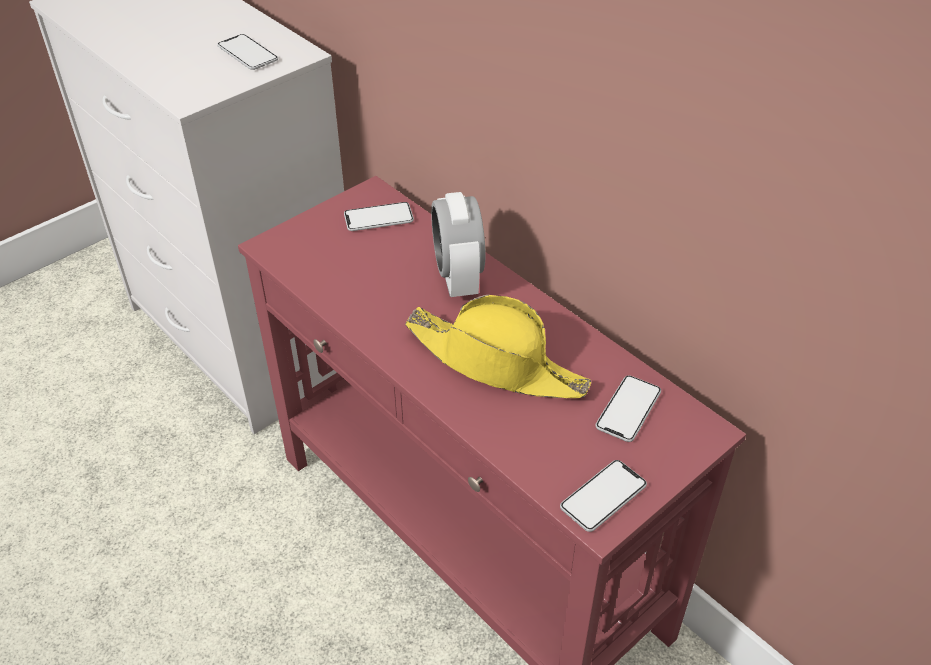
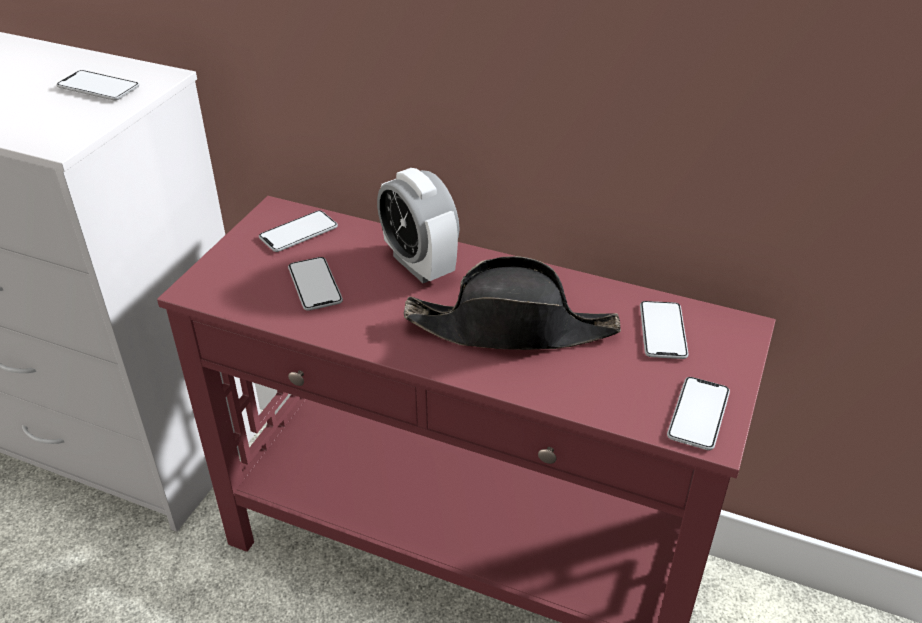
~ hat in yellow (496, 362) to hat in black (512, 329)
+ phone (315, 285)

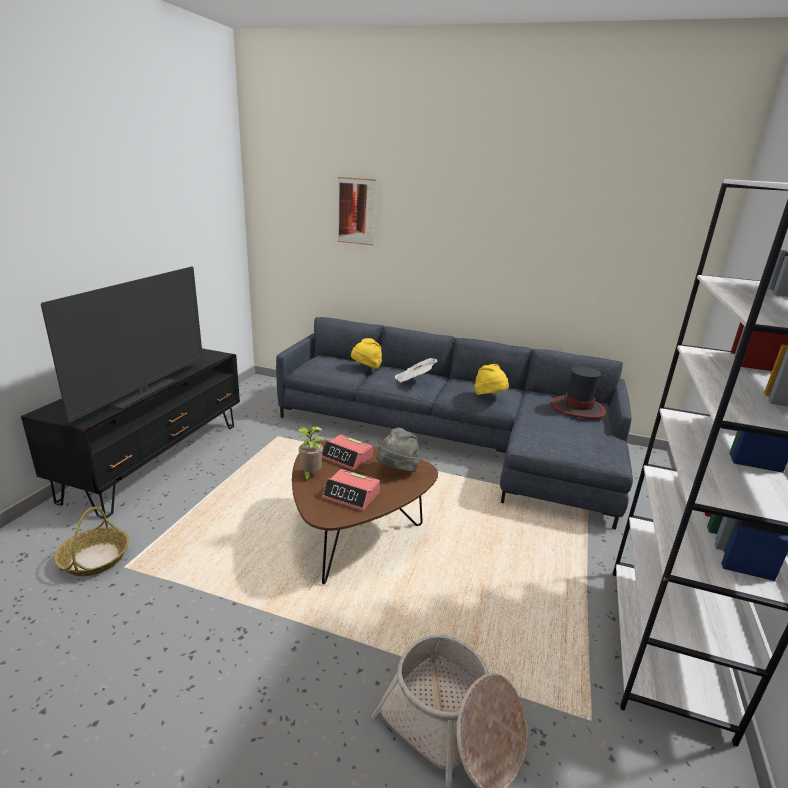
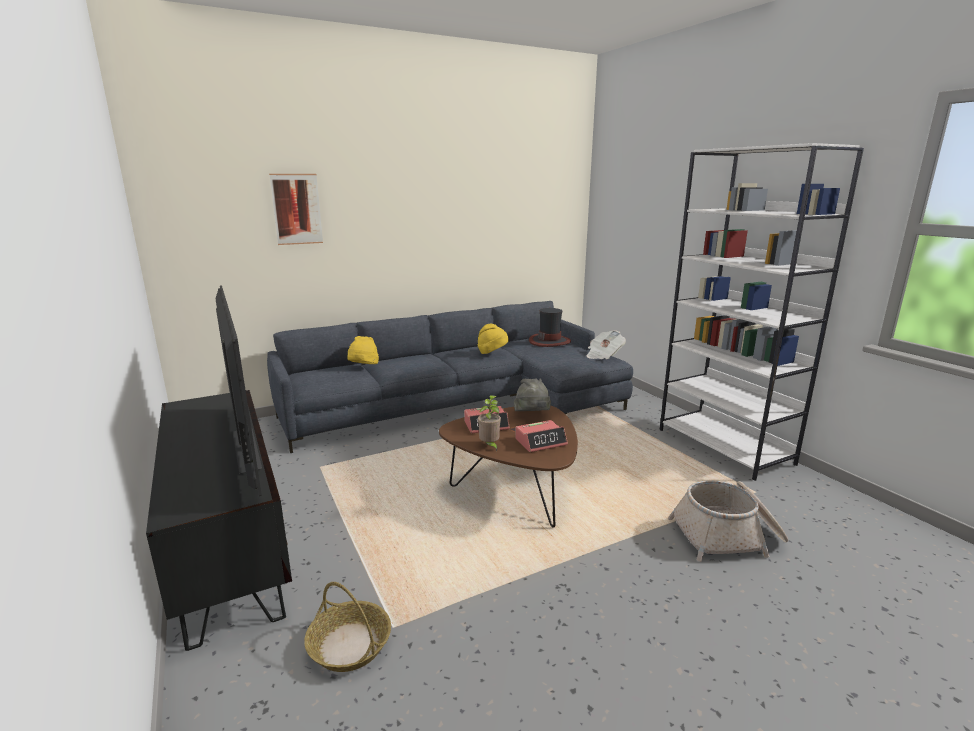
~ newspaper (414, 380) to (603, 355)

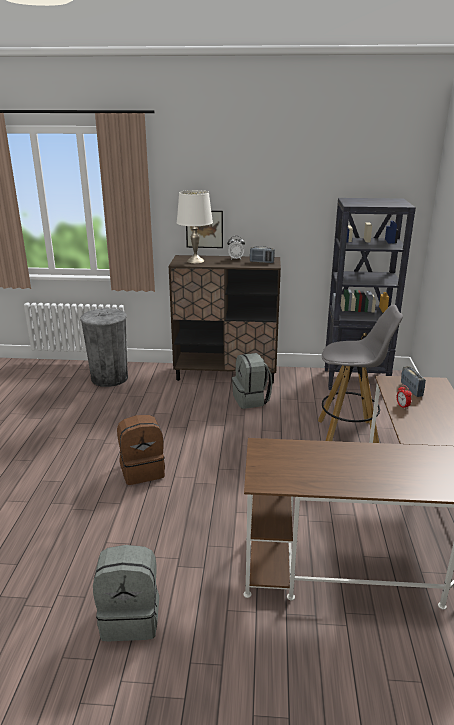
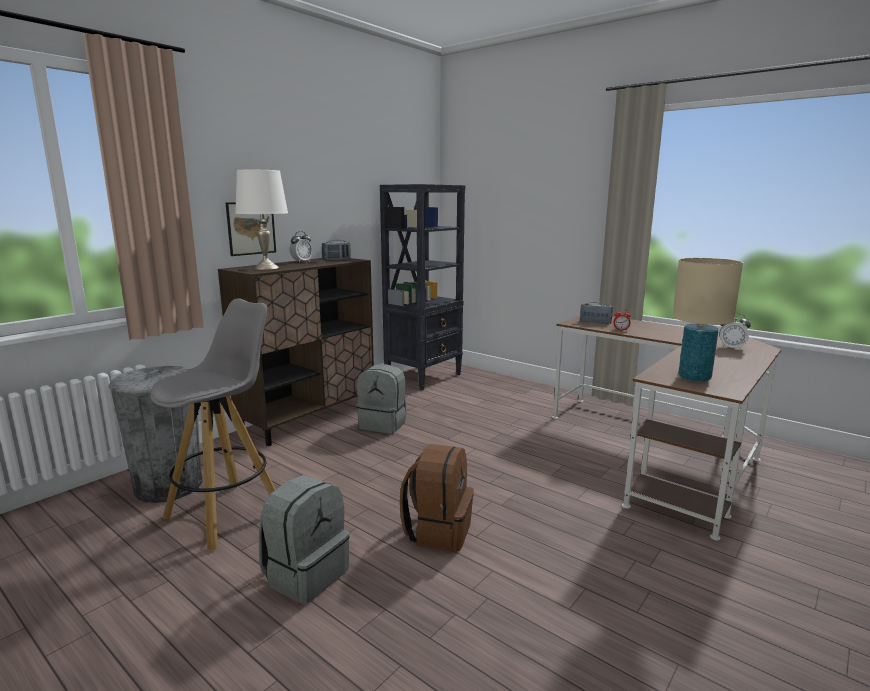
~ stool in grey (349, 435) to (227, 513)
~ backpack in grey (131, 617) to (306, 574)
+ table lamp in beige (694, 378)
+ alarm clock (731, 348)

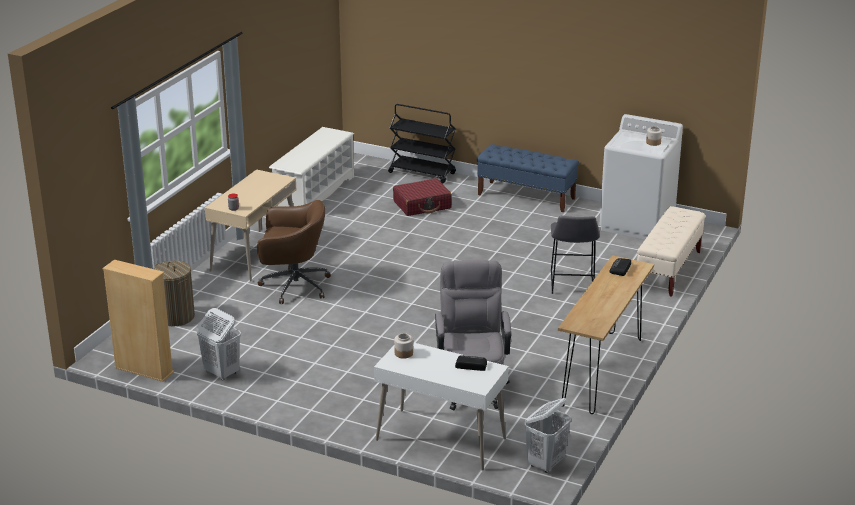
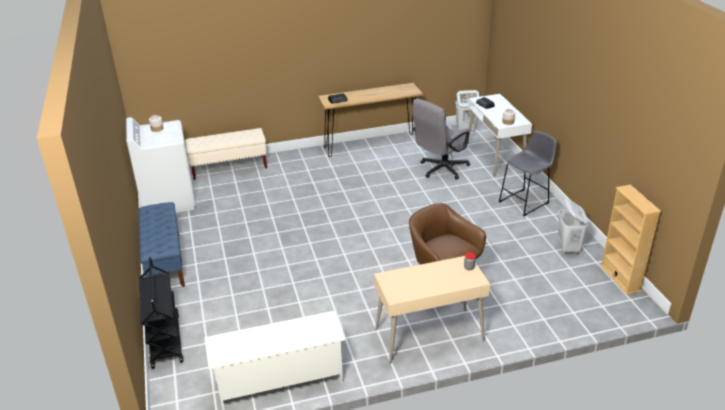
- suitcase in red (422, 205)
~ stool in grey (571, 284) to (525, 202)
- laundry basket (175, 317)

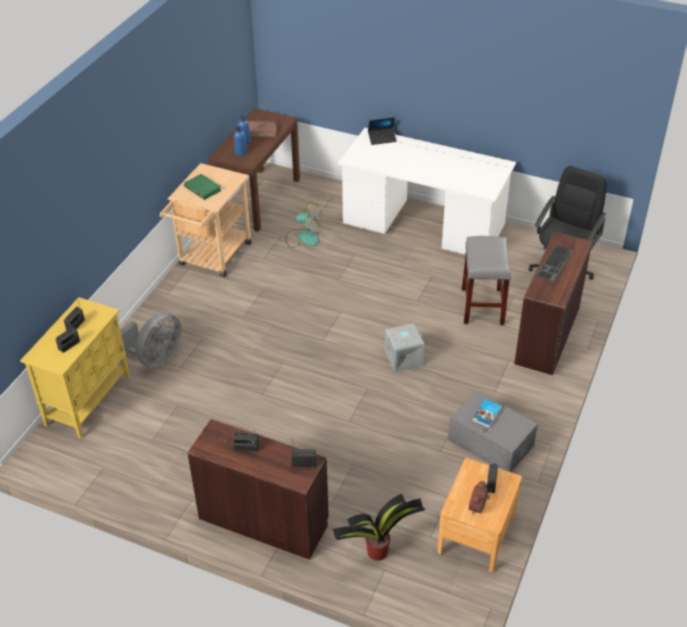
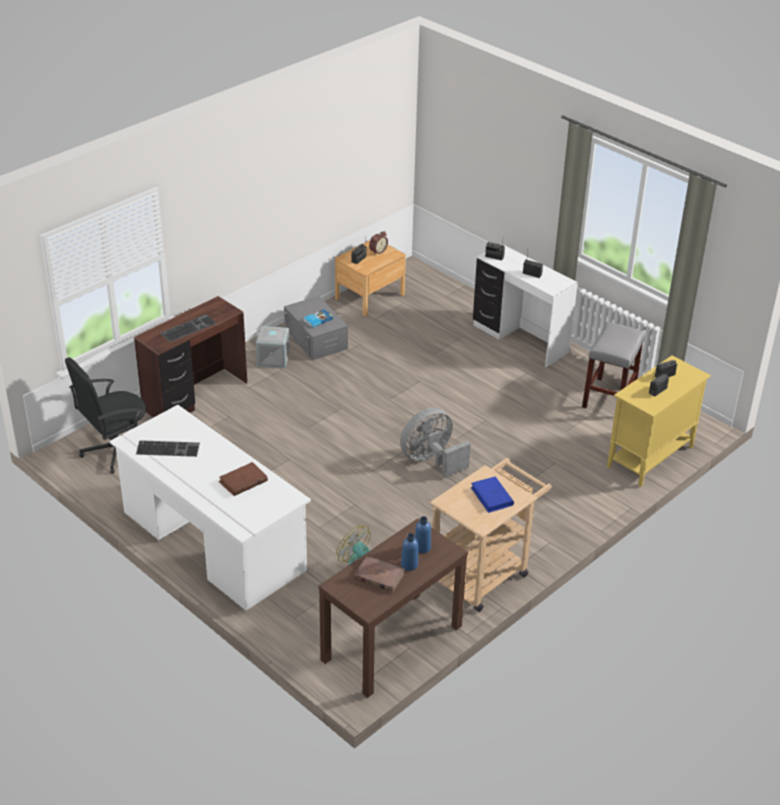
- laptop (382, 139)
~ book in green (202, 188) to book in blue (492, 496)
~ stool in grey (482, 306) to (609, 398)
~ fan in grey (155, 358) to (431, 460)
~ storage box in grey (403, 357) to (273, 359)
~ desk in brown (263, 520) to desk in white (519, 339)
- potted plant (378, 551)
+ keyboard (168, 448)
+ book in brown (243, 481)

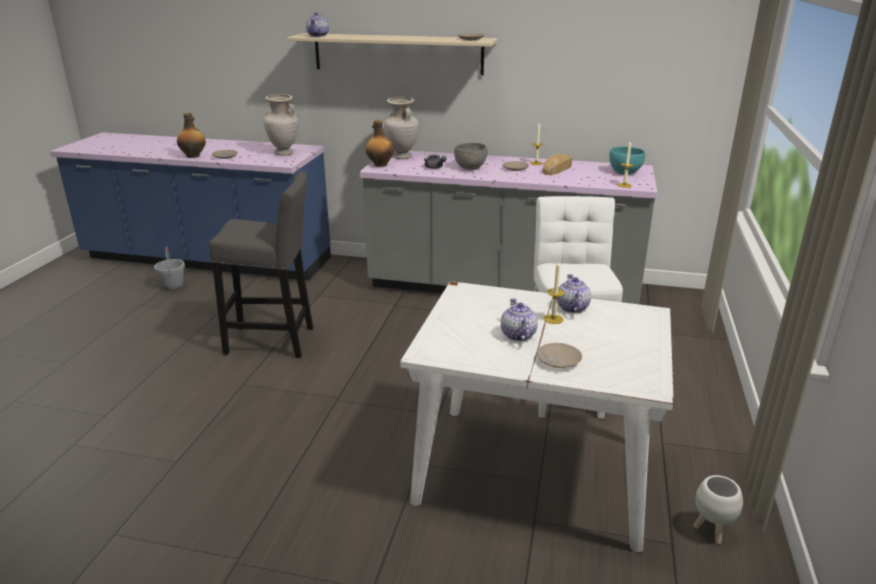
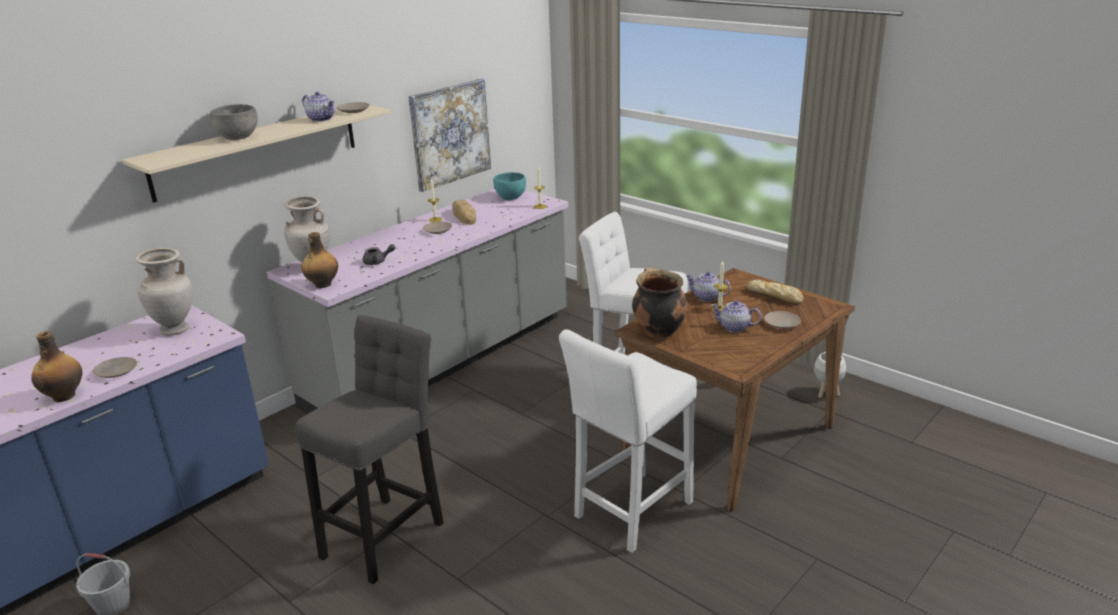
~ teapot (318, 35) to (322, 119)
~ bowl in grey (470, 168) to (237, 138)
~ dining table in white (531, 472) to dining table in brown (728, 440)
+ picture (450, 134)
+ cooking pot (658, 331)
+ bread (775, 296)
+ stool in white (630, 513)

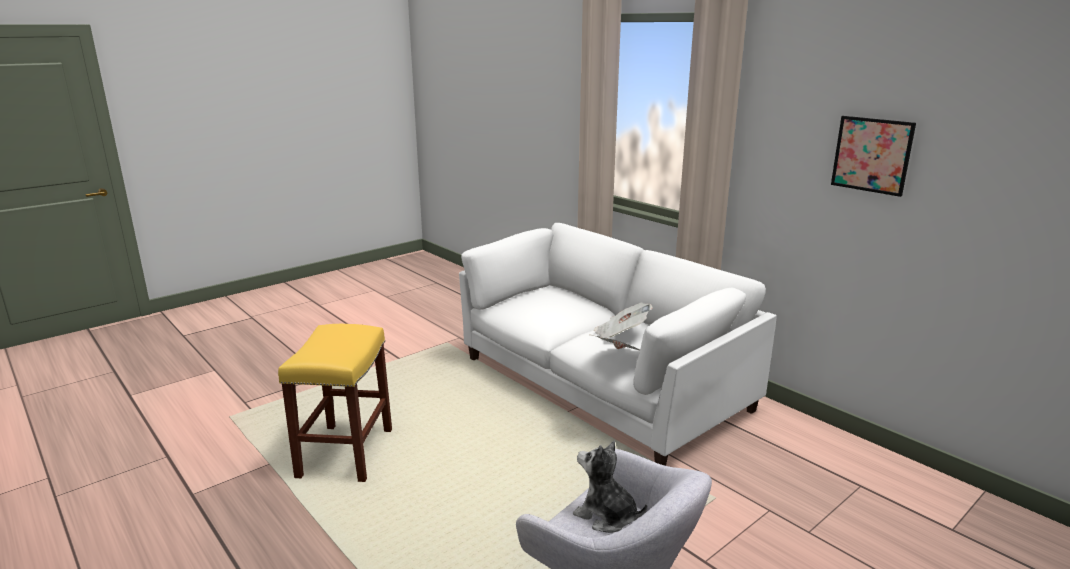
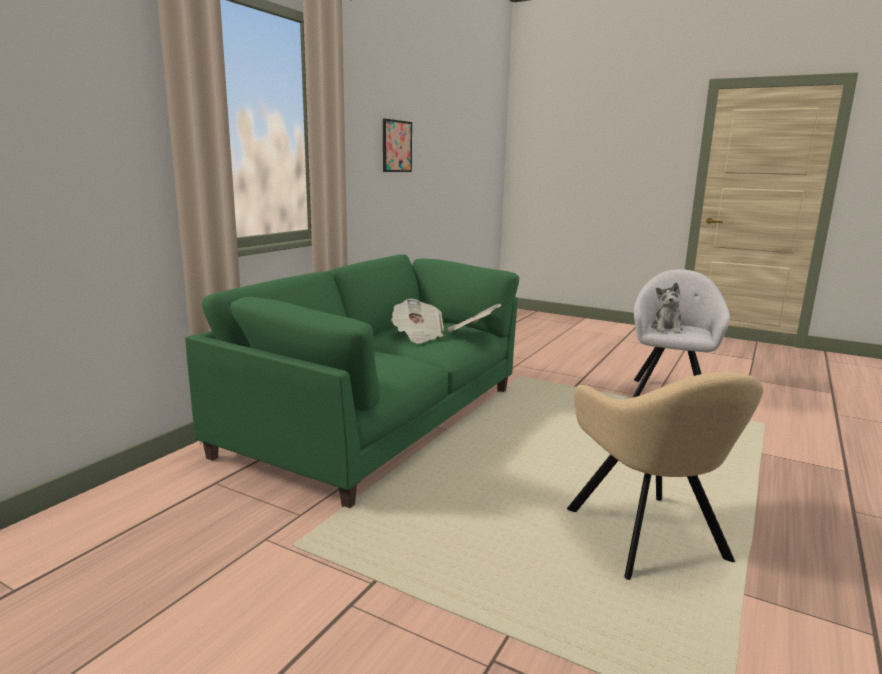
~ sofa in white (601, 384) to sofa in green (379, 420)
~ stool in yellow (345, 452) to armchair in beige (649, 538)

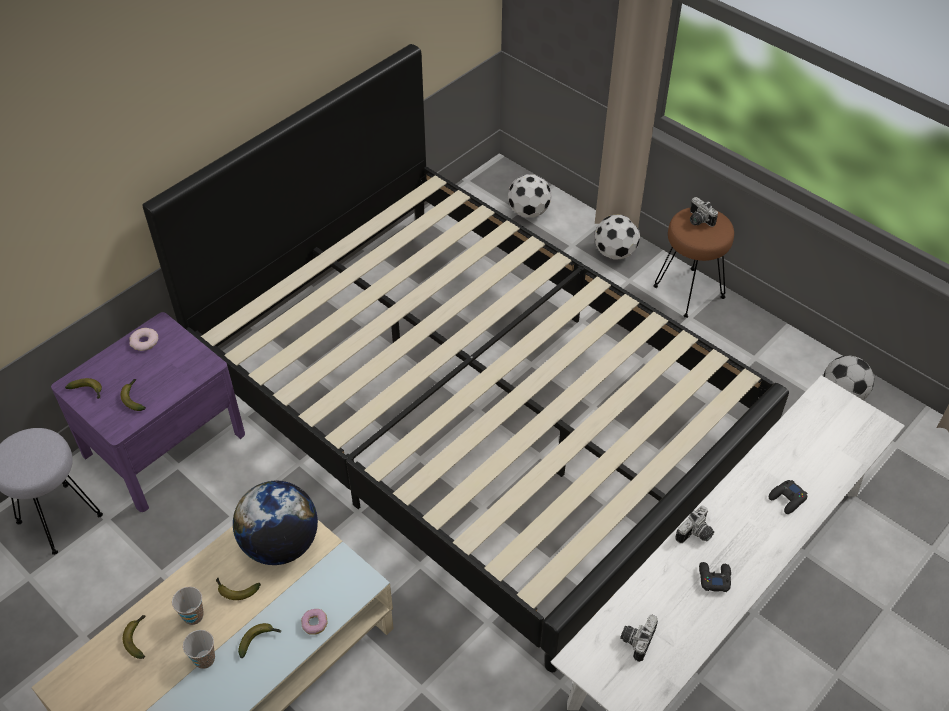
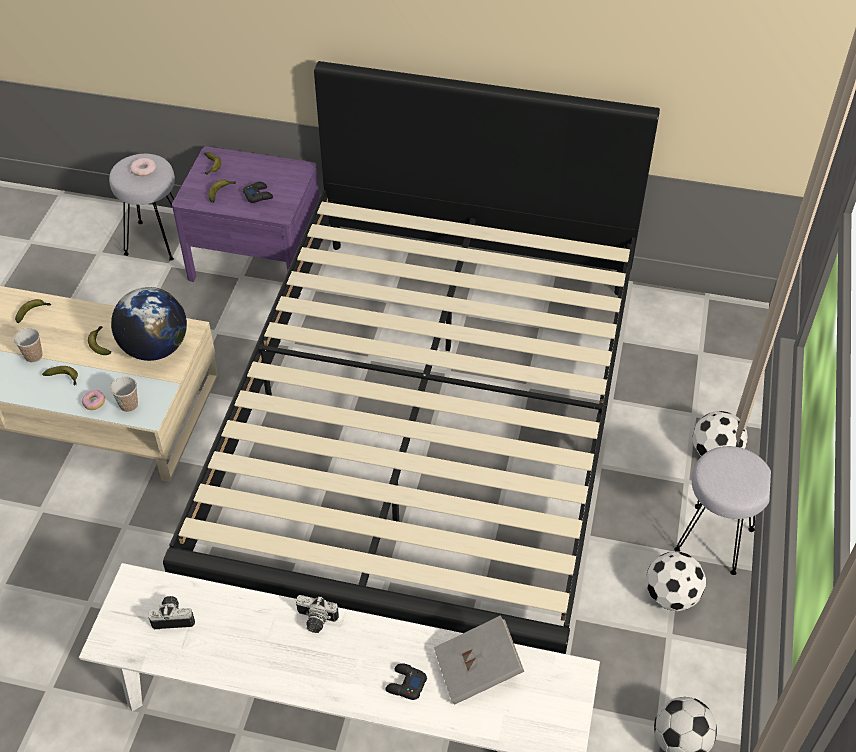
~ football (529, 211) to (672, 596)
- photo camera (698, 220)
~ stool in brown (688, 292) to stool in grey (713, 538)
~ donut (144, 341) to (143, 169)
~ game controller in black (714, 578) to (258, 195)
~ cup (193, 616) to (129, 405)
+ book in grey (478, 670)

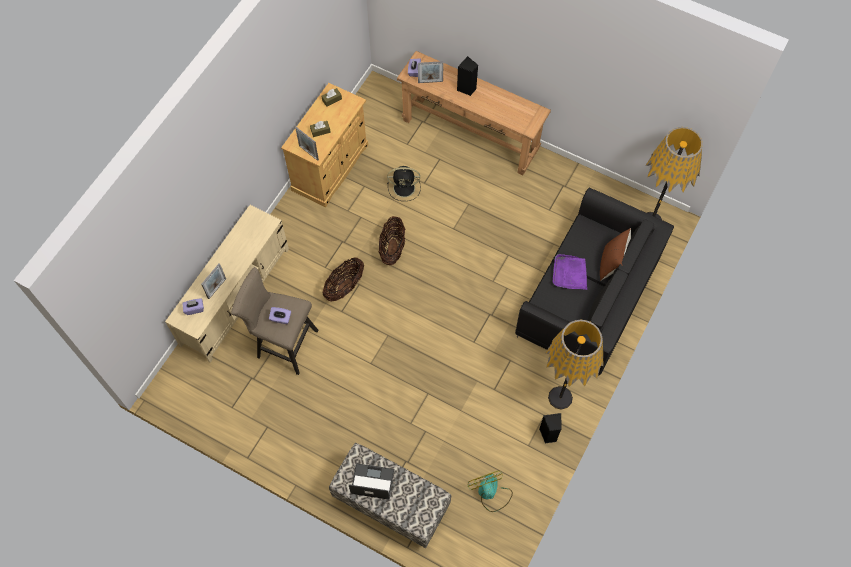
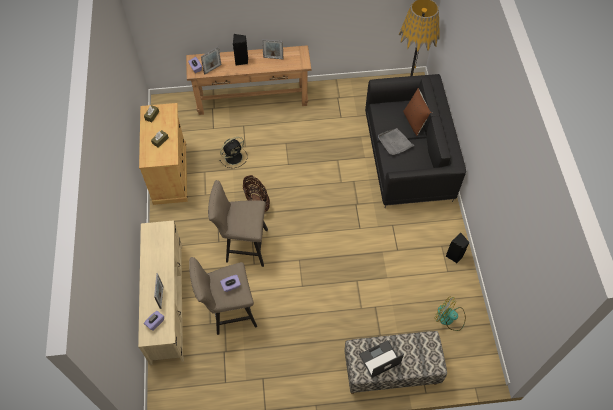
~ picture frame (308, 152) to (273, 58)
~ tray in purple (569, 273) to tray in grey (394, 142)
~ basket (344, 287) to stool in beige (243, 246)
- floor lamp (560, 397)

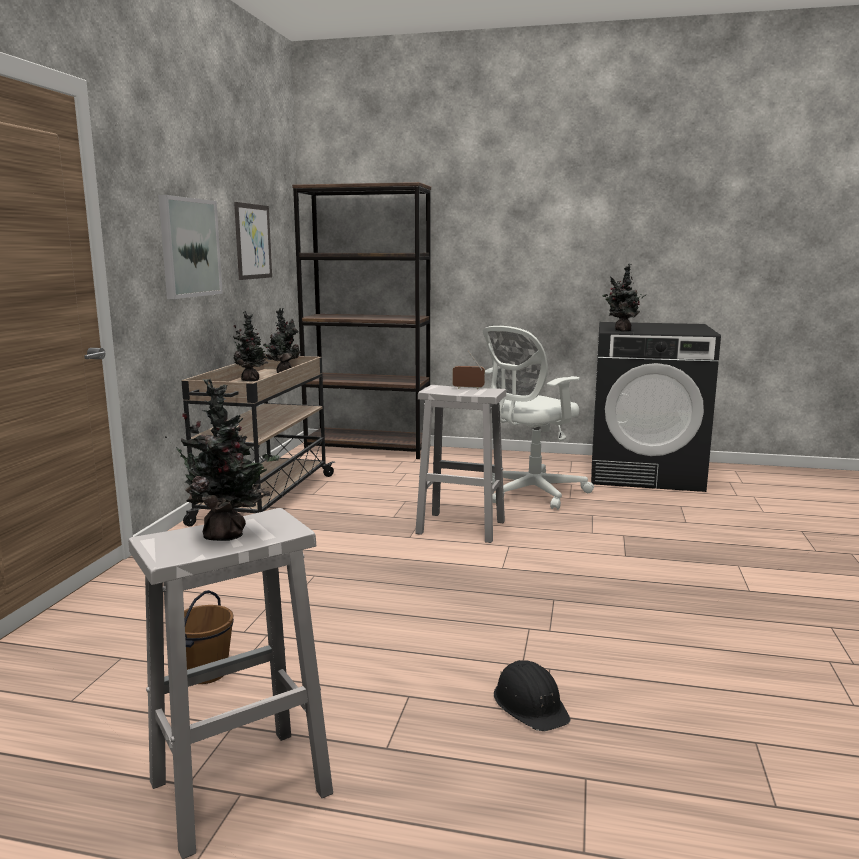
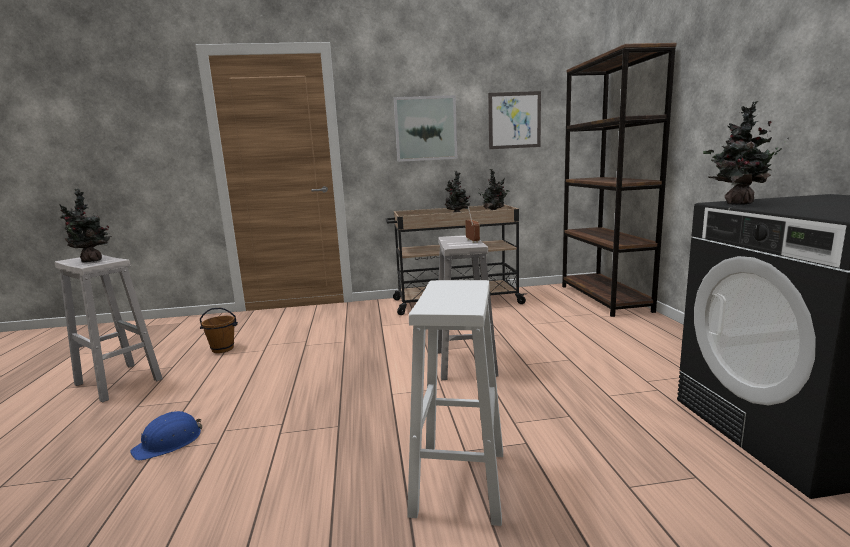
- office chair in white (530, 494)
~ hard hat in black (530, 704) to hard hat in blue (169, 442)
+ stool in white (460, 483)

